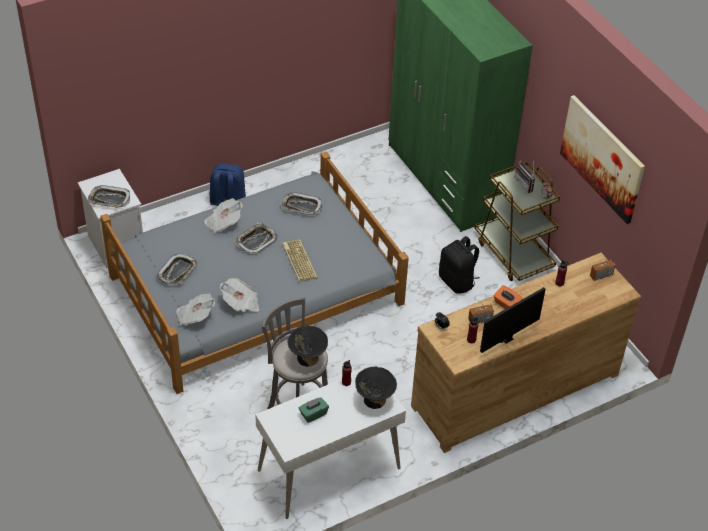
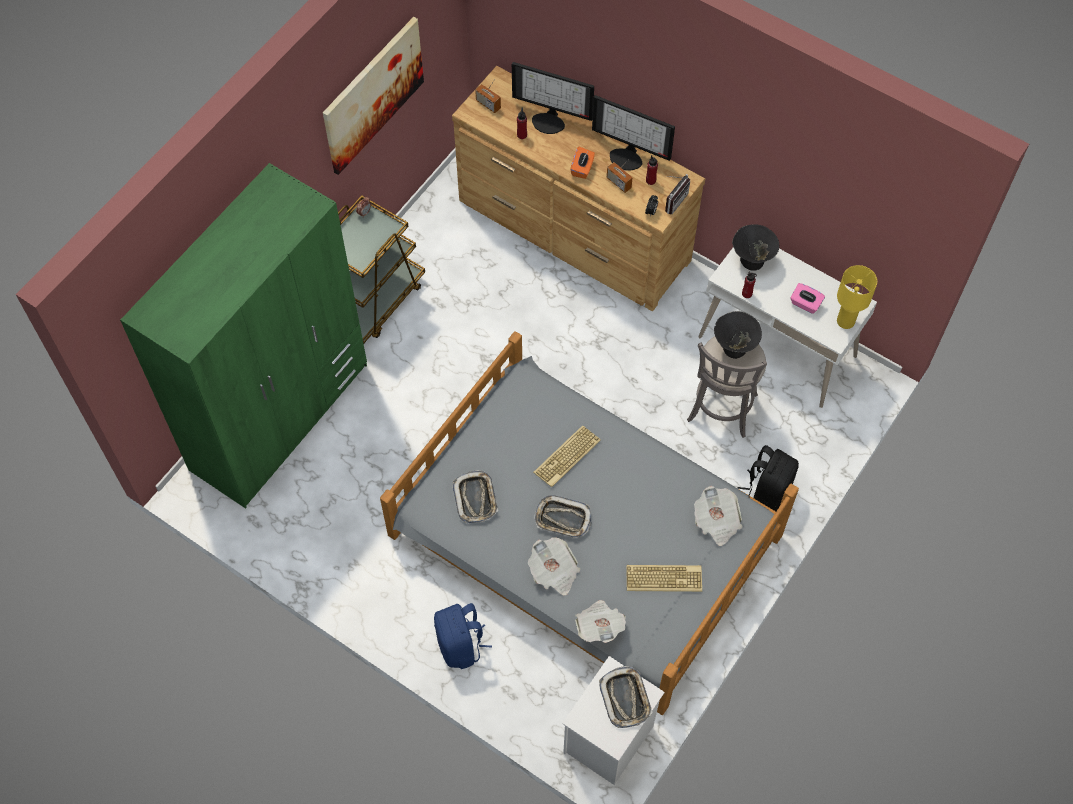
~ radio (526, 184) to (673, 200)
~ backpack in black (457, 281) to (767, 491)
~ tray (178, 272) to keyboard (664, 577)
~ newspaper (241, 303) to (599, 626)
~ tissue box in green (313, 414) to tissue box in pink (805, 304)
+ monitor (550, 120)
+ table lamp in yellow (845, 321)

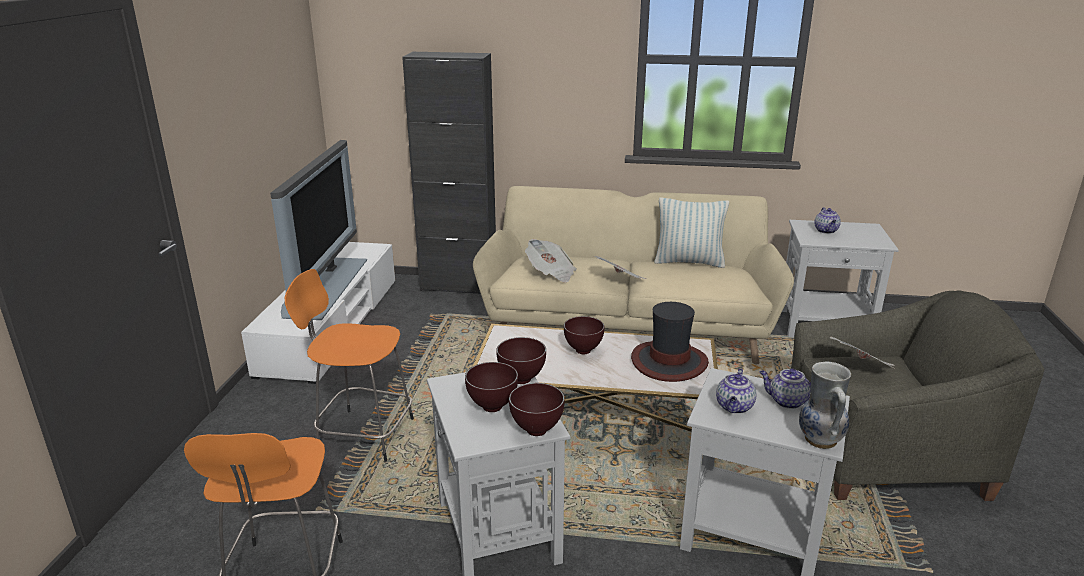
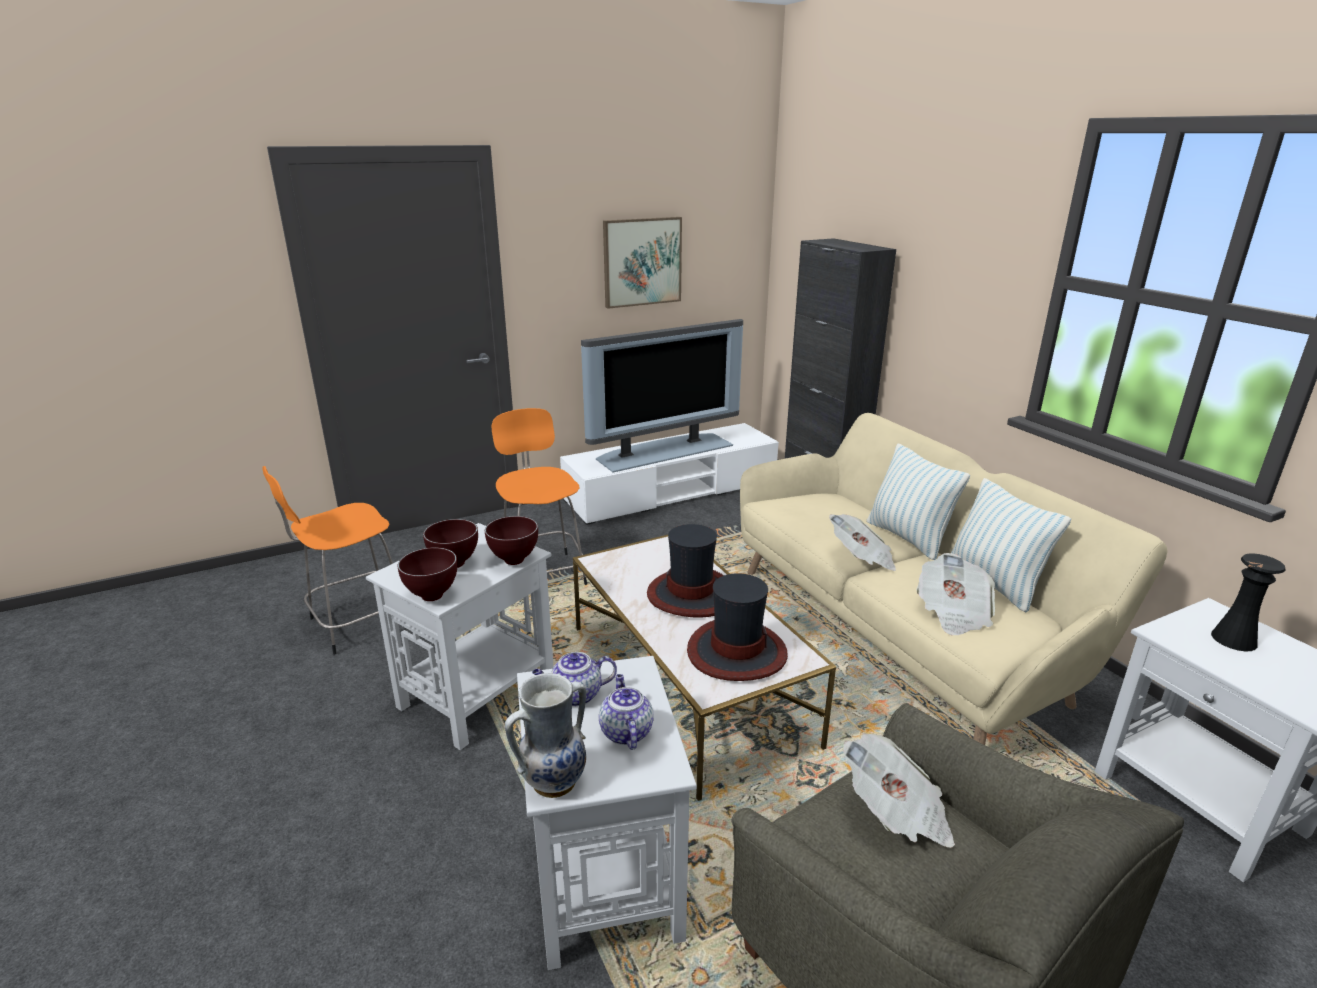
~ teapot (826, 231) to vase in black (1233, 639)
~ newspaper (551, 273) to (953, 613)
~ bowl in brown (584, 351) to hat (691, 594)
+ picture (642, 262)
+ pillow (908, 538)

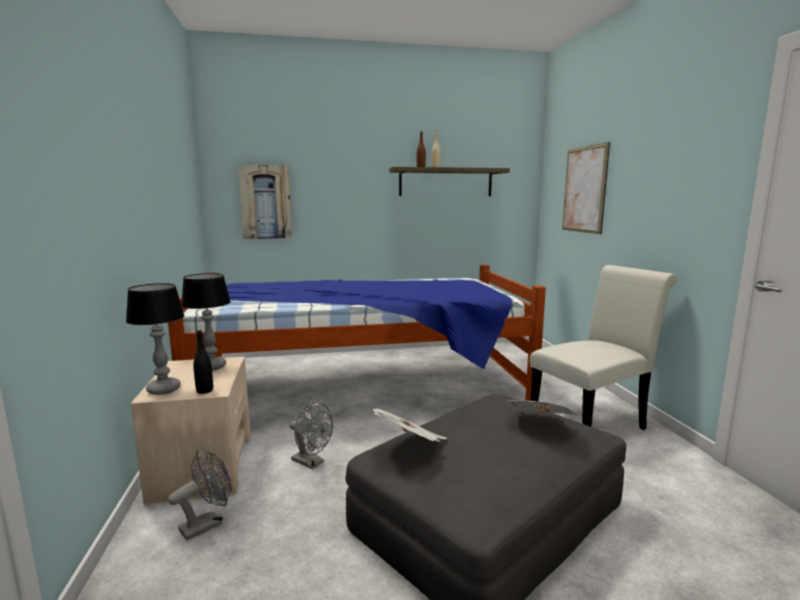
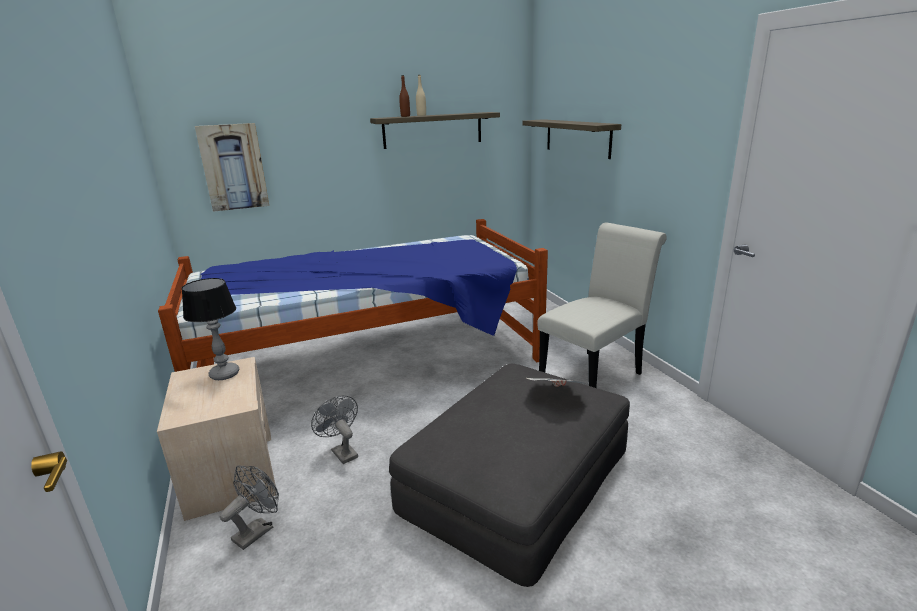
~ picture (584, 189) to shelf (577, 137)
- table lamp (163, 389)
- bottle in black (204, 391)
~ fan in grey (311, 462) = (342, 452) 150 degrees counterclockwise
- newspaper (410, 444)

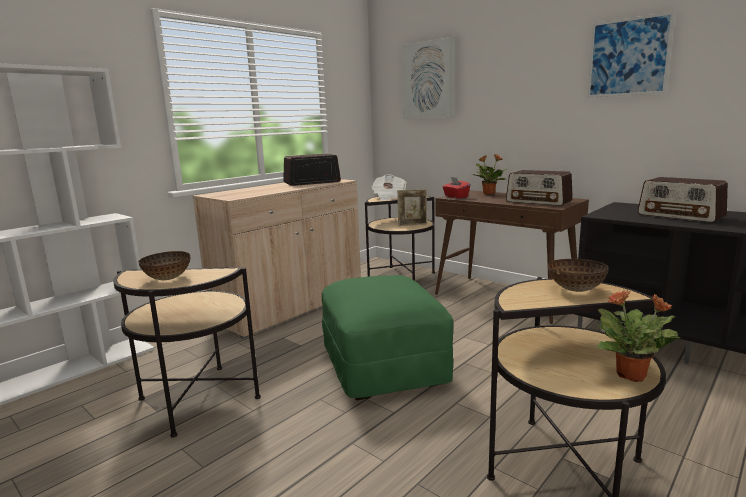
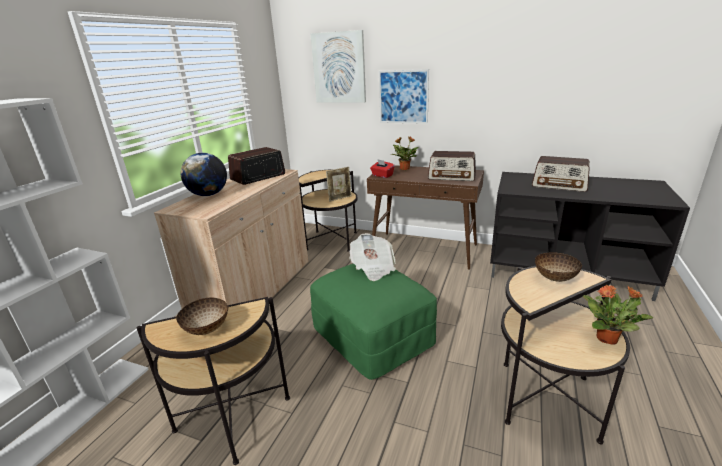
~ picture (628, 57) to (403, 97)
~ newspaper (388, 197) to (373, 268)
+ globe (208, 195)

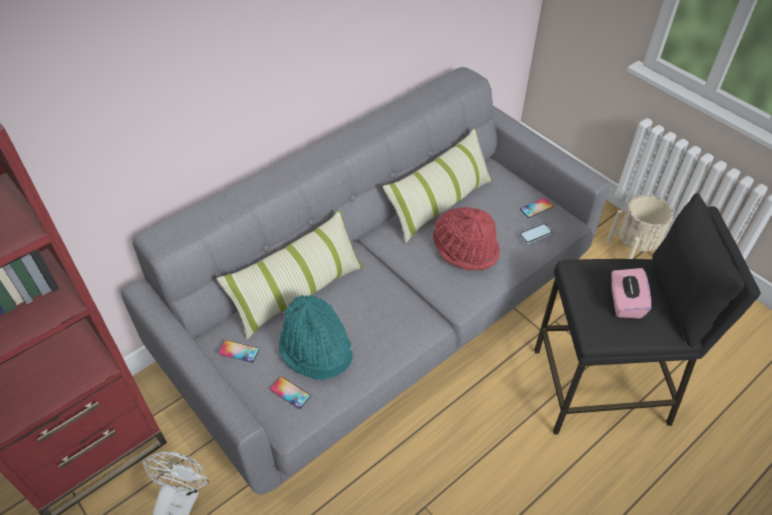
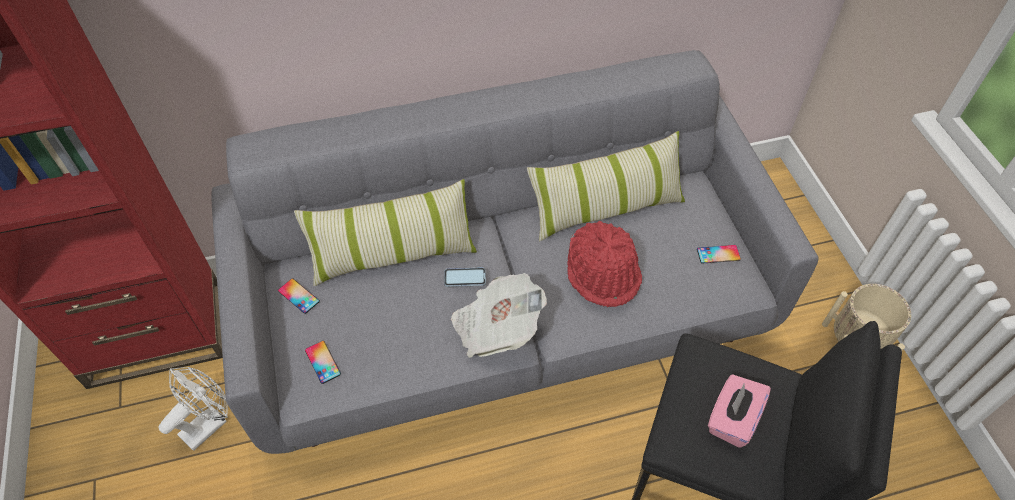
~ phone (535, 234) to (465, 278)
- hat in turquoise (315, 350)
+ newspaper (496, 327)

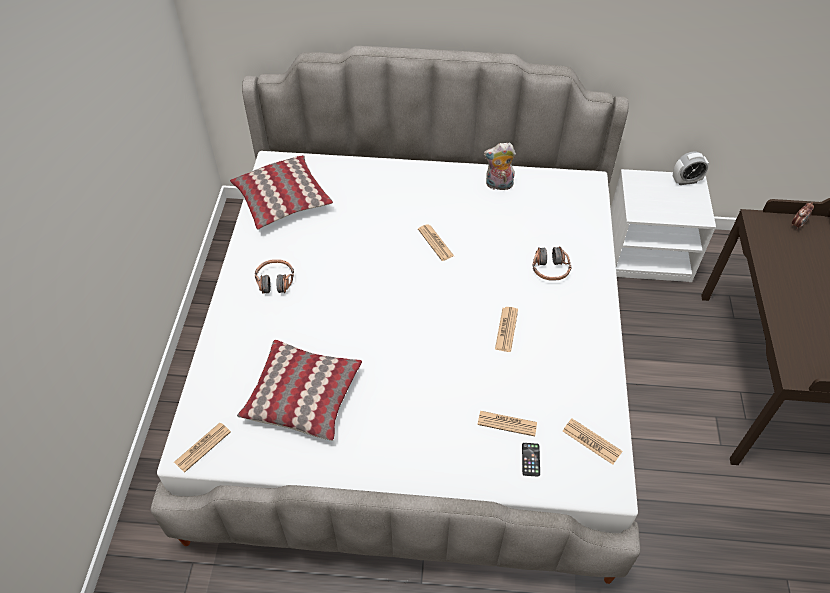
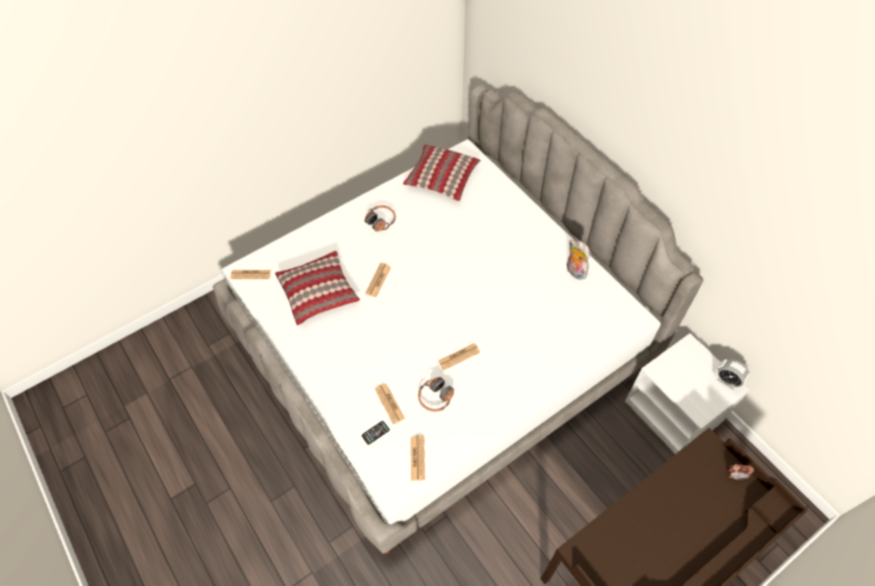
~ newspaper (435, 243) to (378, 280)
~ headphones (550, 269) to (435, 398)

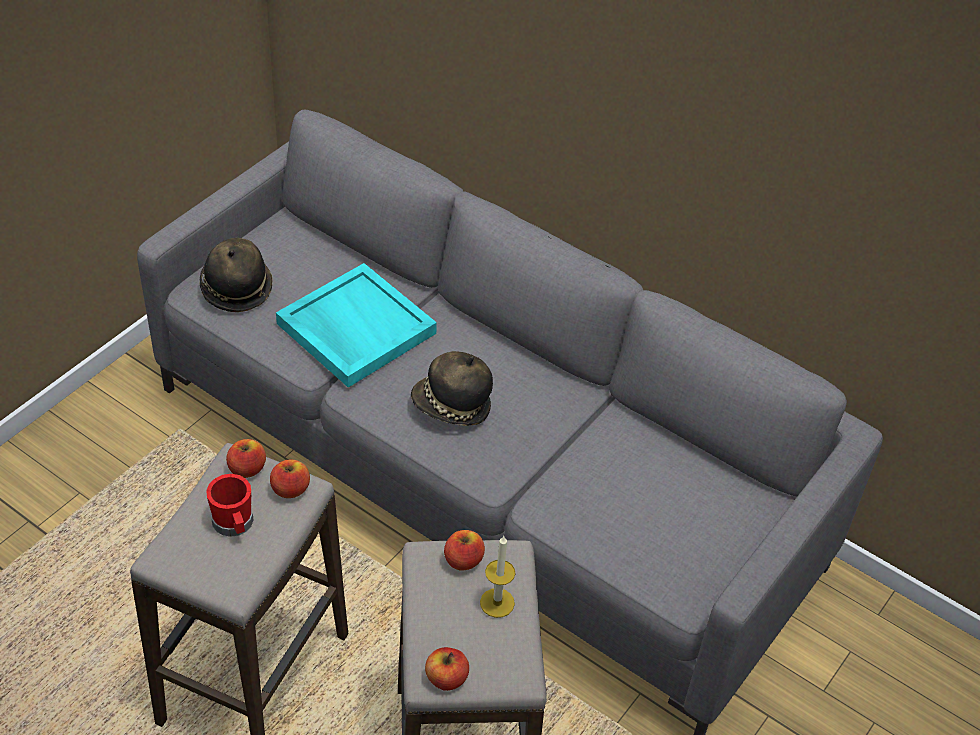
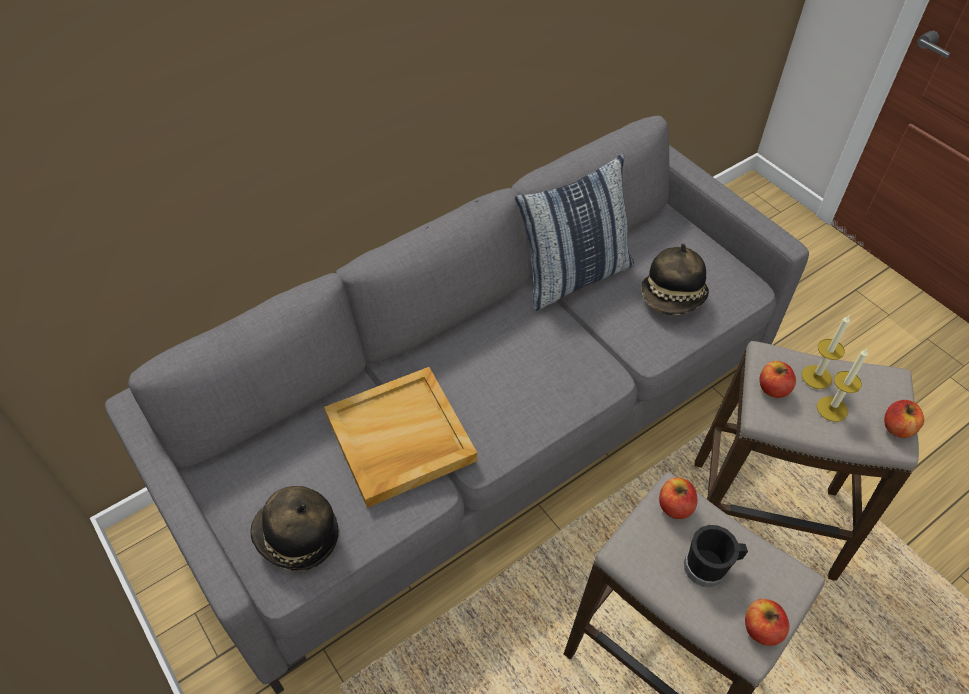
~ tray in turquoise (354, 328) to tray in beige (399, 439)
~ hat (451, 406) to (673, 297)
~ apple (247, 469) to (761, 629)
~ mug in red (234, 524) to mug in black (710, 567)
+ pillow (574, 277)
+ candle (832, 409)

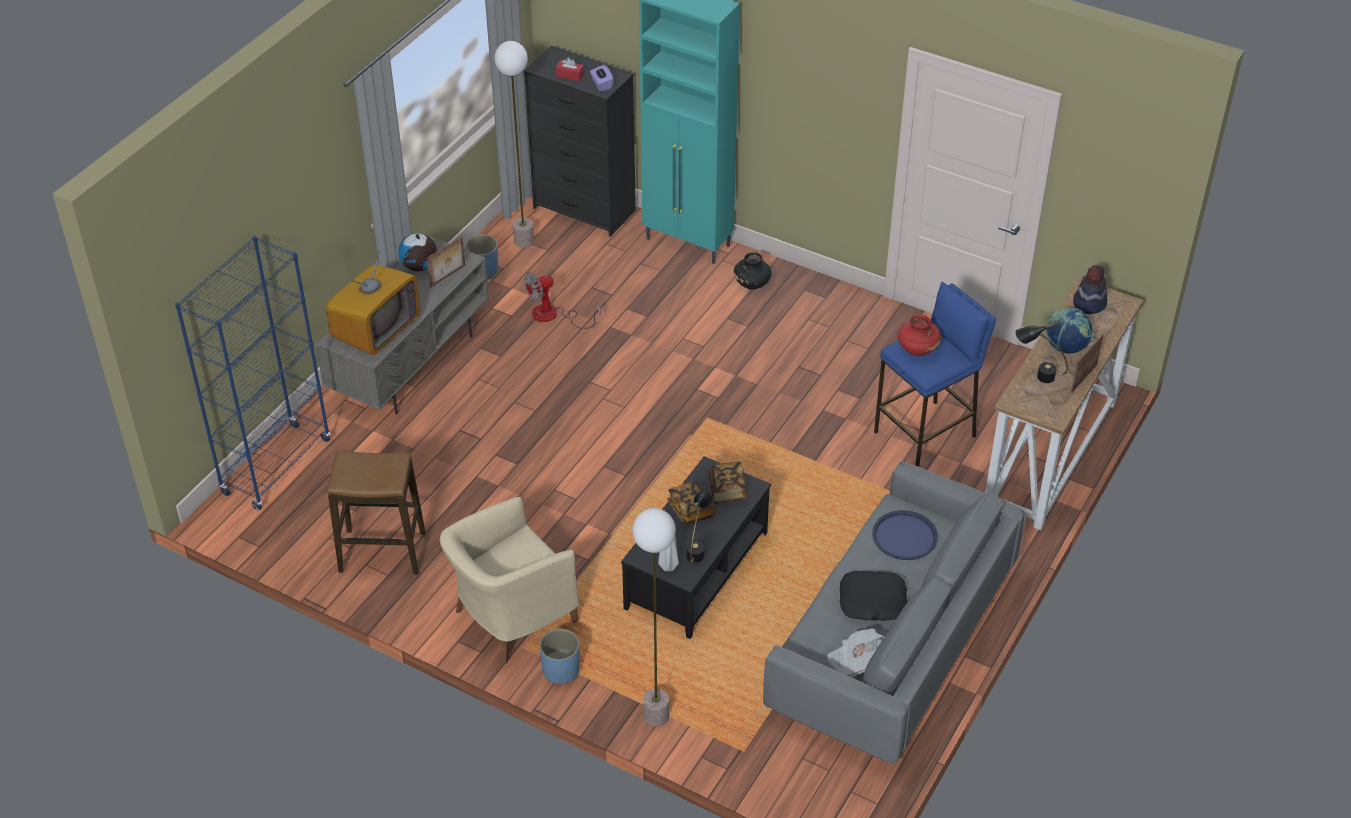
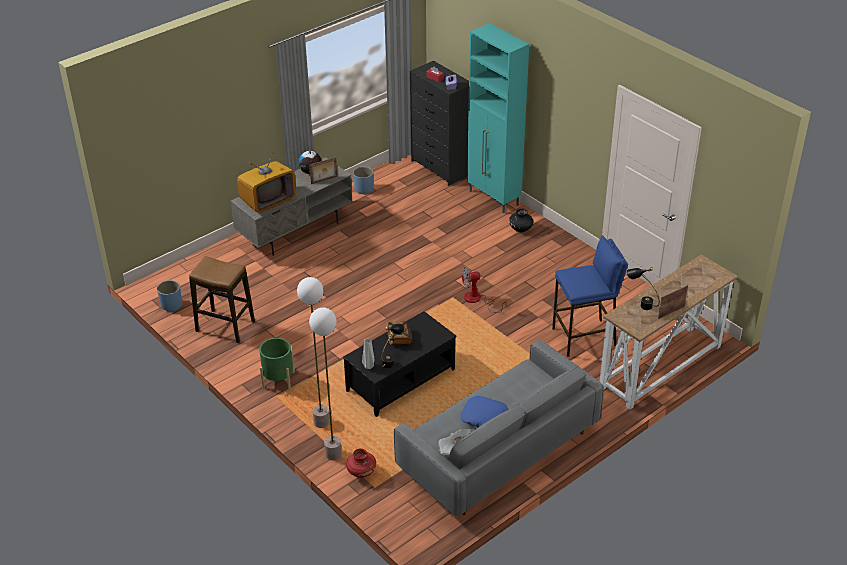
~ floor lamp (524, 241) to (322, 422)
- bookcase in blue (276, 467)
- hat (1089, 303)
~ fan (553, 316) to (477, 300)
- globe (1066, 348)
~ vase in red (917, 349) to (361, 472)
- book (727, 490)
~ armchair in beige (511, 618) to planter in green (278, 379)
- tray in blue (904, 536)
~ pillow in black (872, 601) to pillow in blue (484, 417)
~ planter in blue (560, 670) to (171, 305)

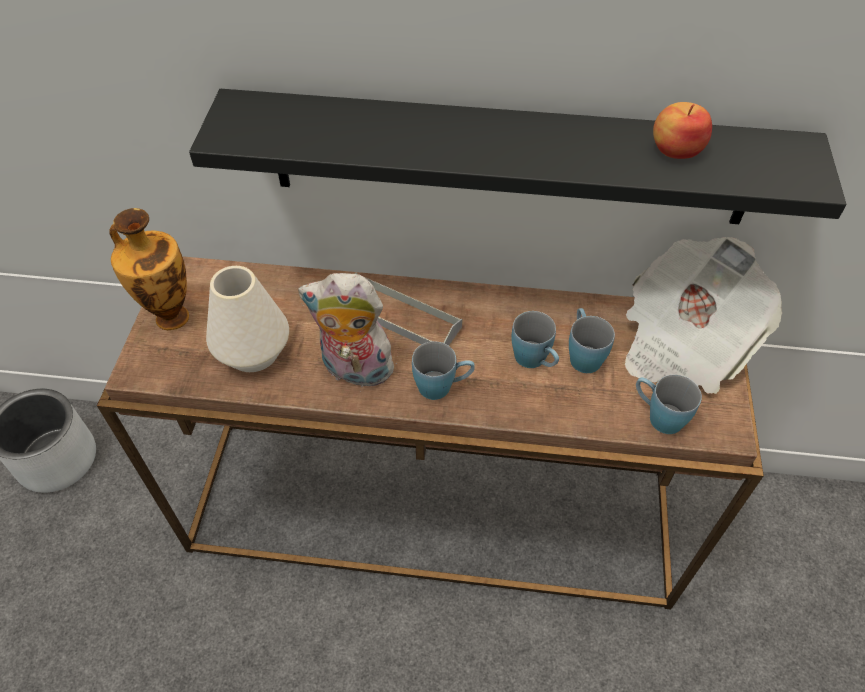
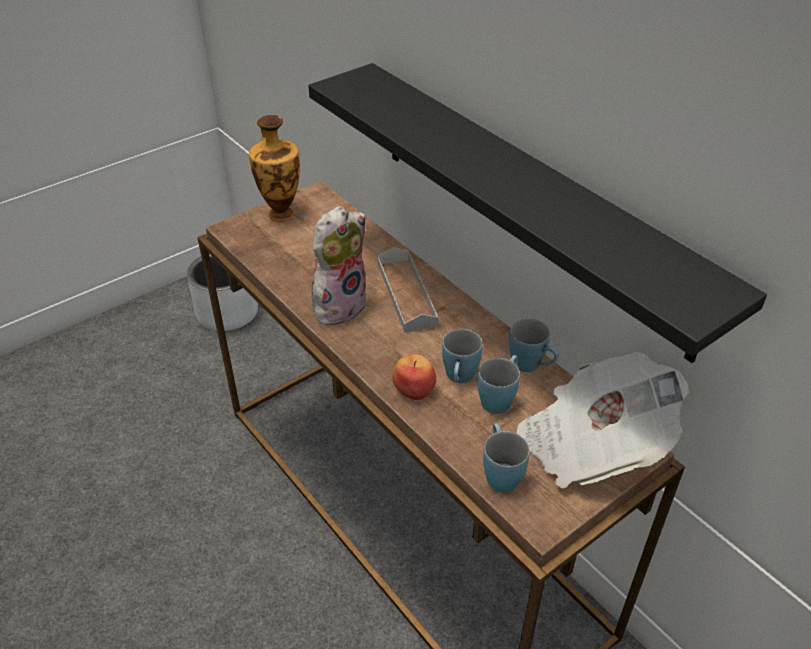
~ apple (676, 149) to (414, 389)
- vase in white (254, 352)
~ plush toy (354, 371) = (339, 305) 75 degrees clockwise
~ mug in blue (442, 386) to (532, 365)

